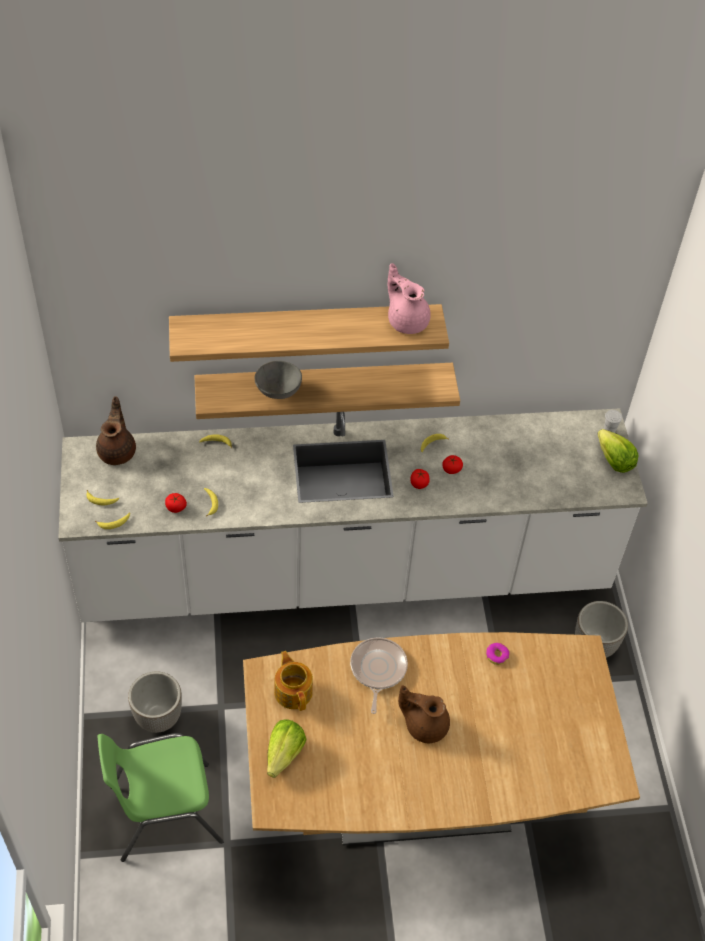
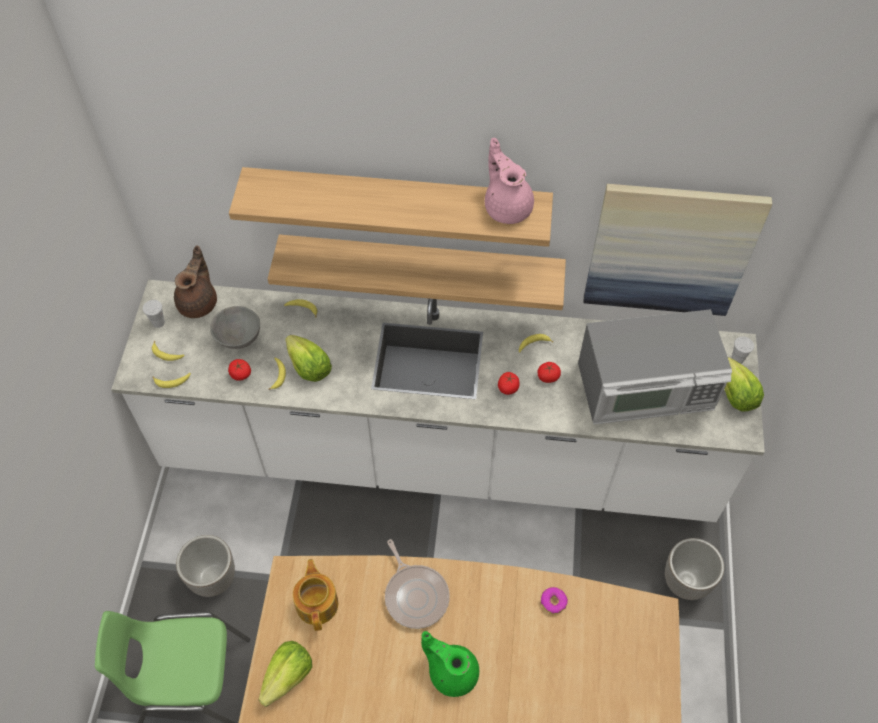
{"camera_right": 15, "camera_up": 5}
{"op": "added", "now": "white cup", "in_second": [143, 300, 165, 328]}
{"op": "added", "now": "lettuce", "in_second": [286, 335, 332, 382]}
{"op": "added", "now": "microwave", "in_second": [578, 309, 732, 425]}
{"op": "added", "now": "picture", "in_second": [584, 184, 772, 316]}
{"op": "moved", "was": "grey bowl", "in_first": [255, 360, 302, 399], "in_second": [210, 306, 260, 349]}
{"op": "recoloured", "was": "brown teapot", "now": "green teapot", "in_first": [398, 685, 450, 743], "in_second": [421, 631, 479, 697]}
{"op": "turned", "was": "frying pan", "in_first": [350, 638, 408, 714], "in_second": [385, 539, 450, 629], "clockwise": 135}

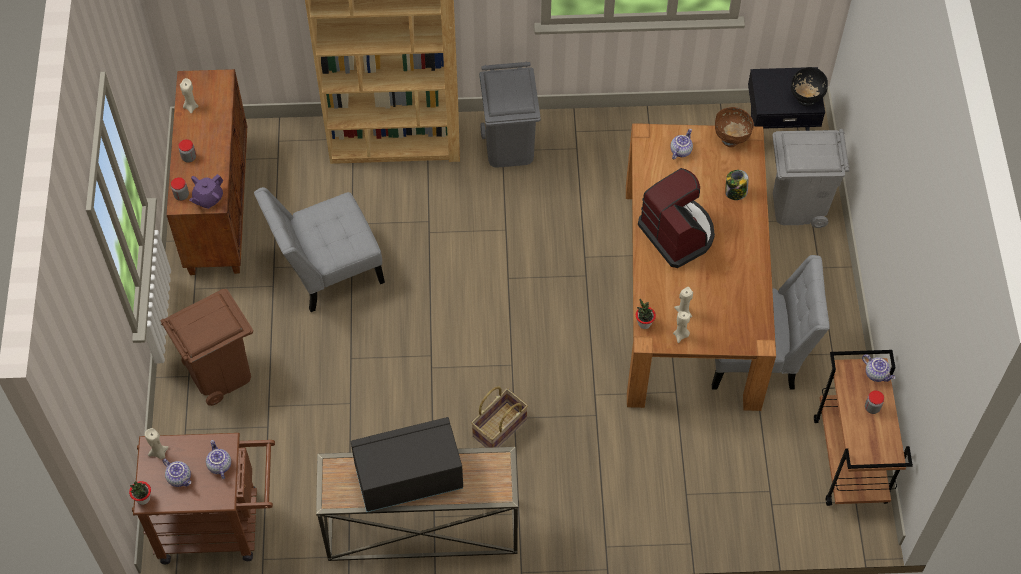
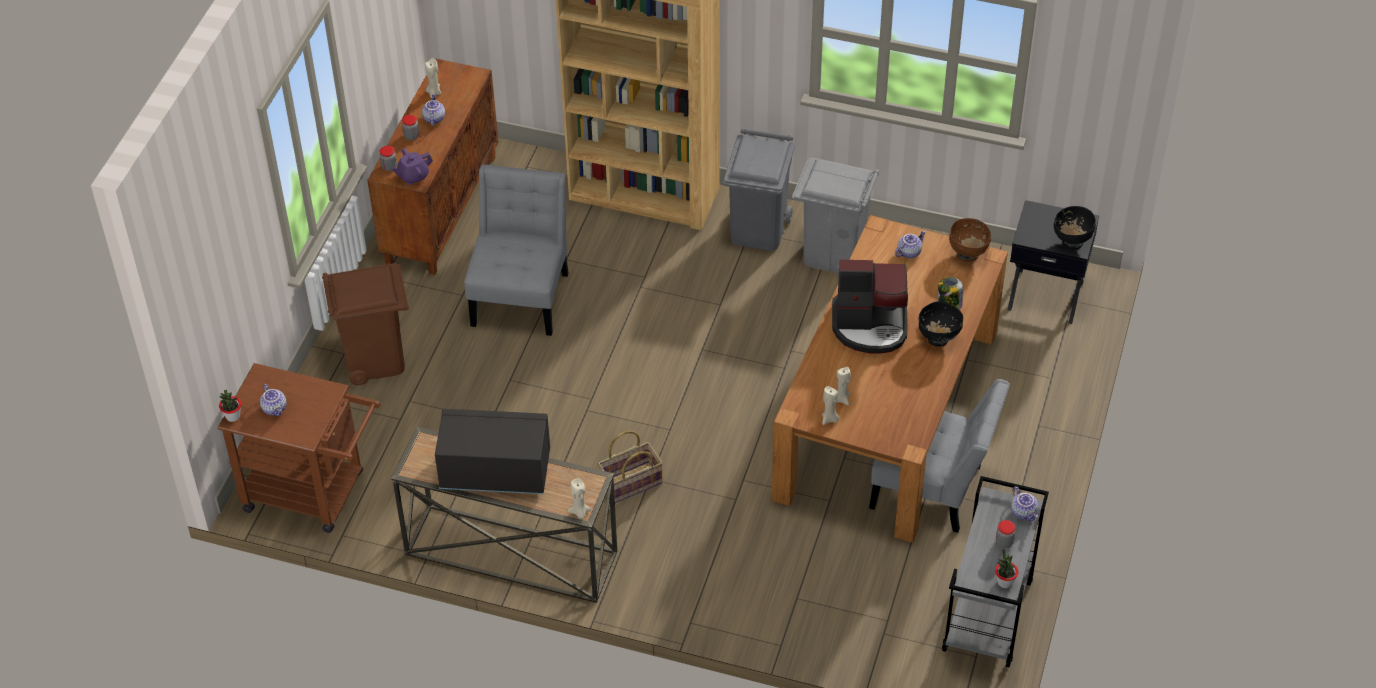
{"camera_right": 20, "camera_up": -10}
{"op": "added", "now": "black bowl", "in_second": [919, 301, 963, 347]}
{"op": "moved", "was": "beige candle", "in_first": [145, 428, 169, 459], "in_second": [568, 479, 591, 518]}
{"op": "moved", "was": "teapot", "in_first": [206, 440, 231, 479], "in_second": [422, 93, 445, 126]}
{"op": "moved", "was": "potted plant", "in_first": [636, 299, 656, 329], "in_second": [995, 549, 1018, 588]}
{"op": "moved", "was": "grey trash can", "in_first": [772, 129, 850, 228], "in_second": [792, 157, 879, 276]}
{"op": "recoloured", "was": "brown cart", "now": "grey cart", "in_first": [814, 350, 913, 506], "in_second": [942, 476, 1049, 667]}
{"op": "turned", "was": "grey chair", "in_first": [254, 187, 385, 312], "in_second": [464, 165, 568, 336], "clockwise": 105}
{"op": "turned", "was": "coffee machine", "in_first": [638, 168, 715, 268], "in_second": [832, 260, 908, 354], "clockwise": 105}

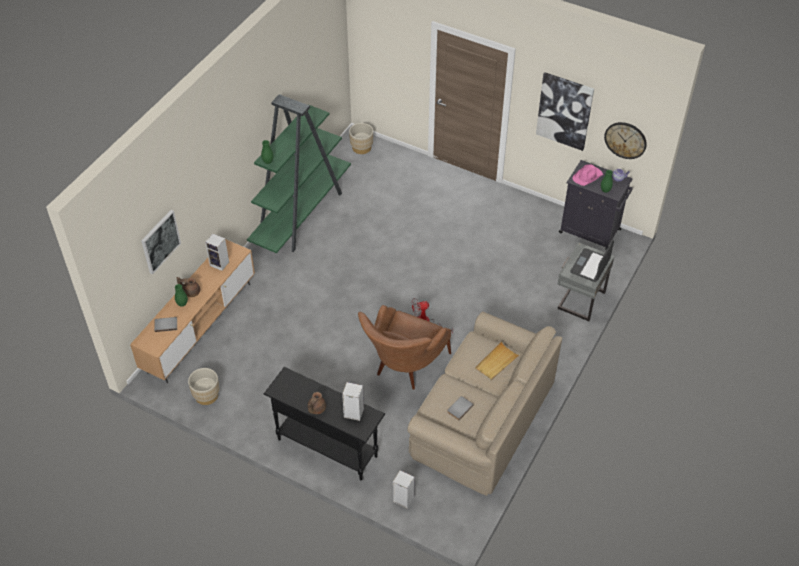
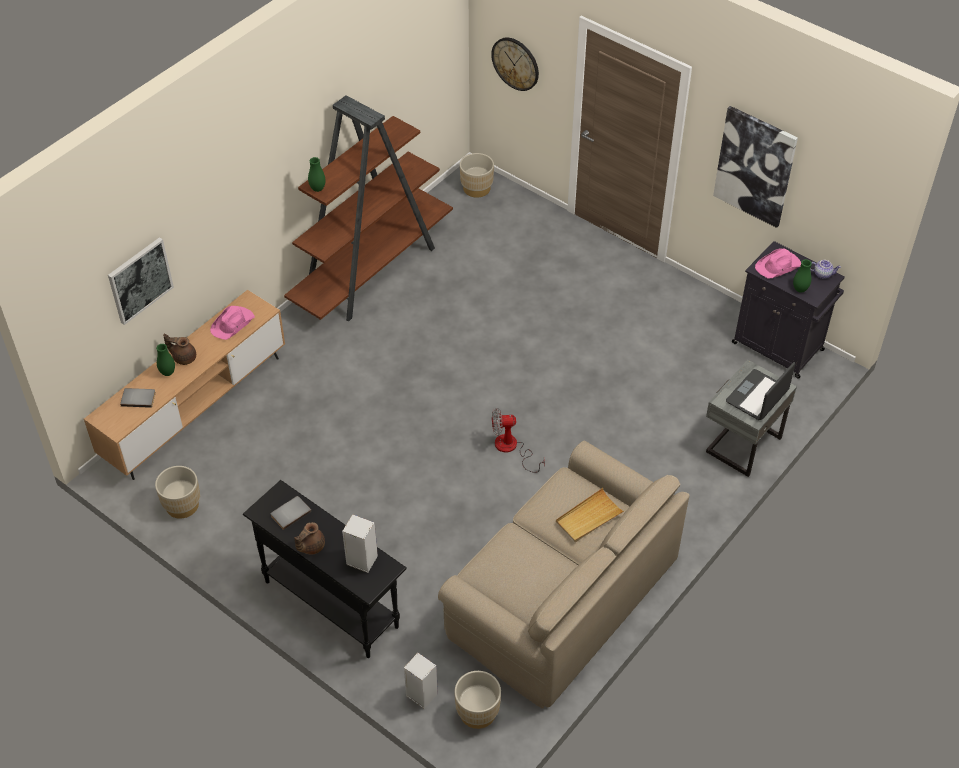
{"camera_right": 10, "camera_up": 0}
{"op": "removed", "was": "brown armchair", "in_first": [358, 305, 451, 390]}
{"op": "added", "now": "beige planter", "in_second": [455, 671, 501, 729]}
{"op": "moved", "was": "grey book", "in_first": [447, 396, 474, 420], "in_second": [271, 496, 312, 530]}
{"op": "moved", "was": "wall clock", "in_first": [604, 122, 647, 159], "in_second": [491, 38, 539, 91]}
{"op": "replaced", "was": "speaker", "now": "pink hat", "in_first": [205, 234, 229, 271], "in_second": [210, 306, 255, 340]}
{"op": "recoloured", "was": "green bookcase", "now": "brown bookcase", "in_first": [247, 94, 351, 253], "in_second": [284, 95, 453, 322]}

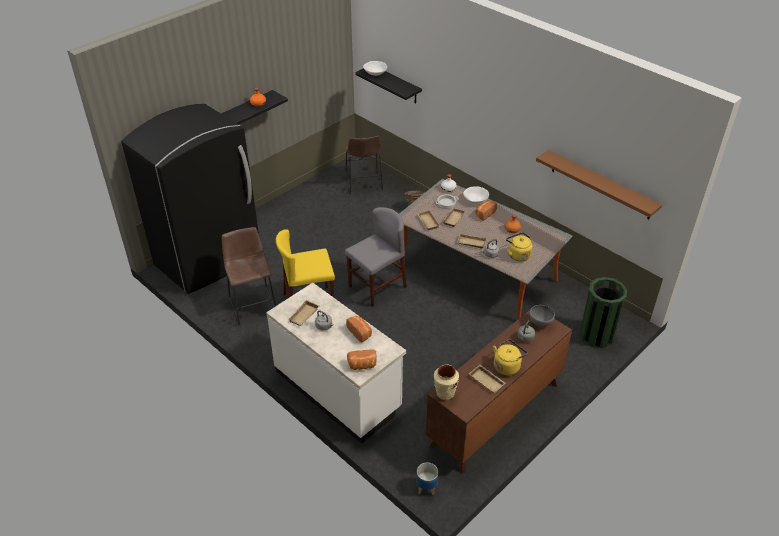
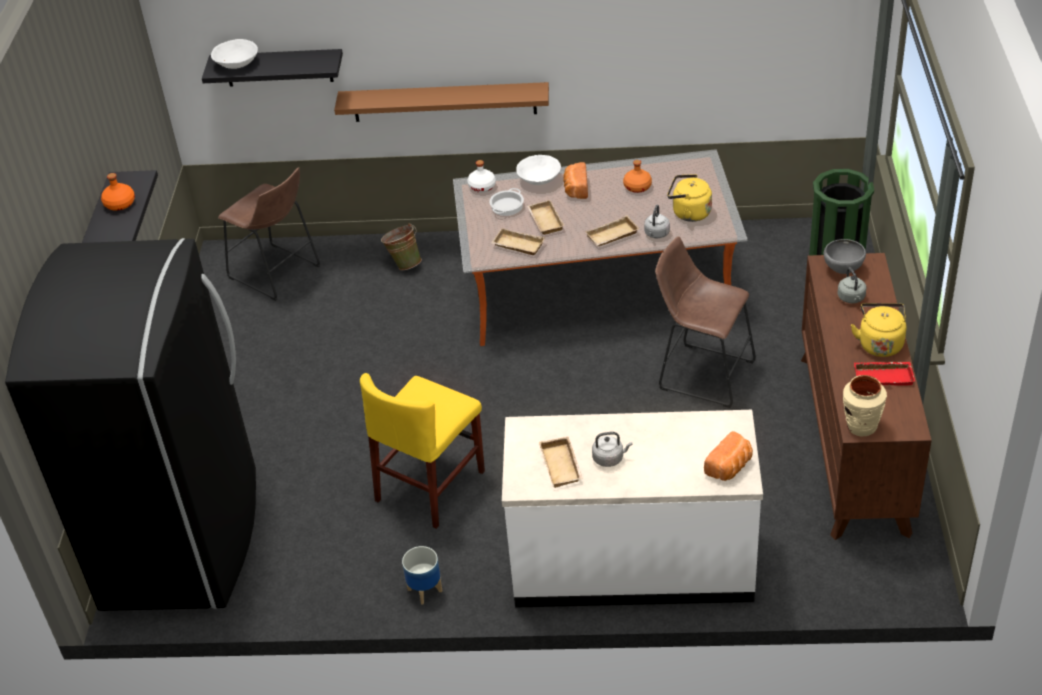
{"camera_right": -40, "camera_up": 0}
{"op": "removed", "was": "grey chair", "in_first": [345, 207, 407, 307]}
{"op": "removed", "was": "bread", "in_first": [346, 316, 372, 342]}
{"op": "moved", "was": "brown stool", "in_first": [222, 227, 276, 325], "in_second": [655, 236, 756, 408]}
{"op": "moved", "was": "planter", "in_first": [416, 462, 438, 495], "in_second": [402, 546, 442, 605]}
{"op": "moved", "was": "brown shelf", "in_first": [536, 150, 662, 220], "in_second": [334, 82, 549, 122]}
{"op": "recoloured", "was": "beige tray", "now": "red tray", "in_first": [469, 365, 506, 394], "in_second": [854, 362, 915, 386]}

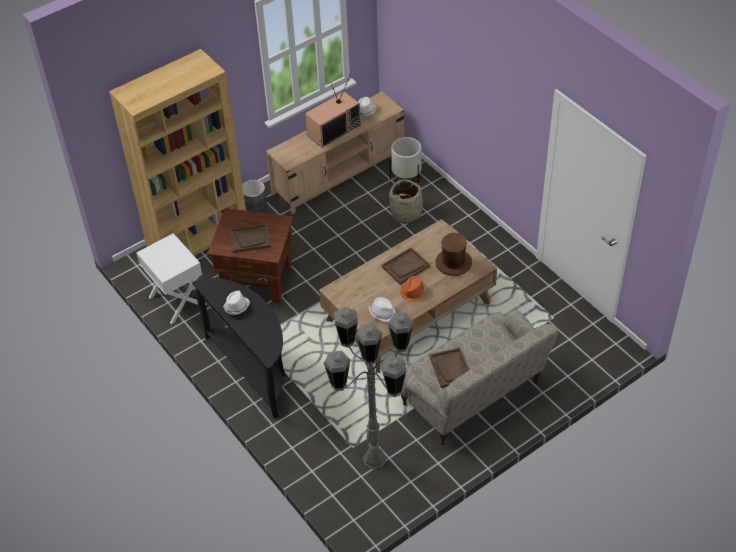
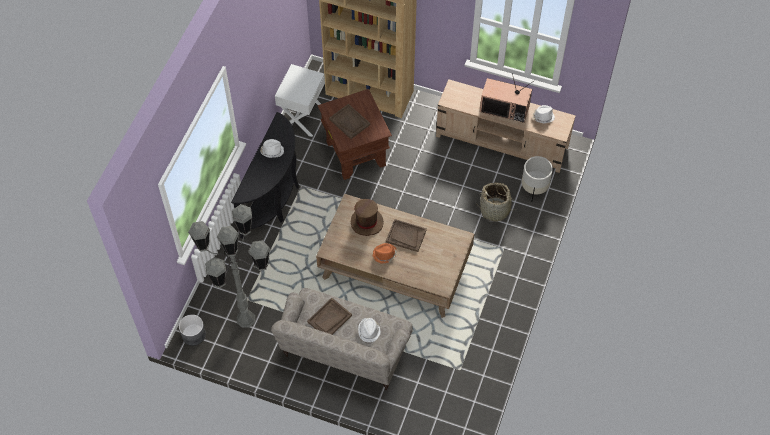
{"camera_right": 55, "camera_up": 10}
{"op": "moved", "was": "grey planter", "in_first": [242, 180, 267, 212], "in_second": [179, 314, 206, 346]}
{"op": "moved", "was": "white hat", "in_first": [369, 297, 396, 322], "in_second": [358, 318, 380, 342]}
{"op": "moved", "was": "brown hat", "in_first": [435, 233, 472, 276], "in_second": [351, 199, 384, 236]}

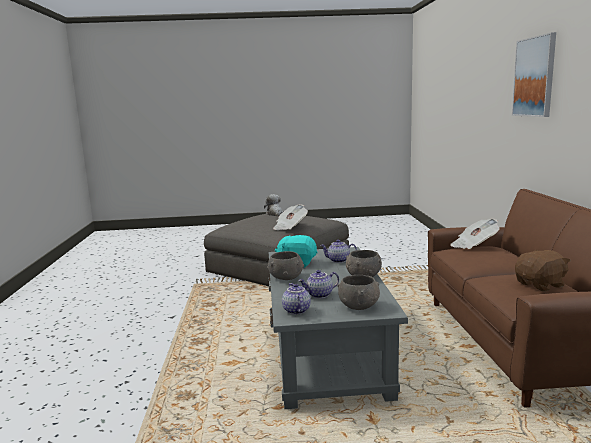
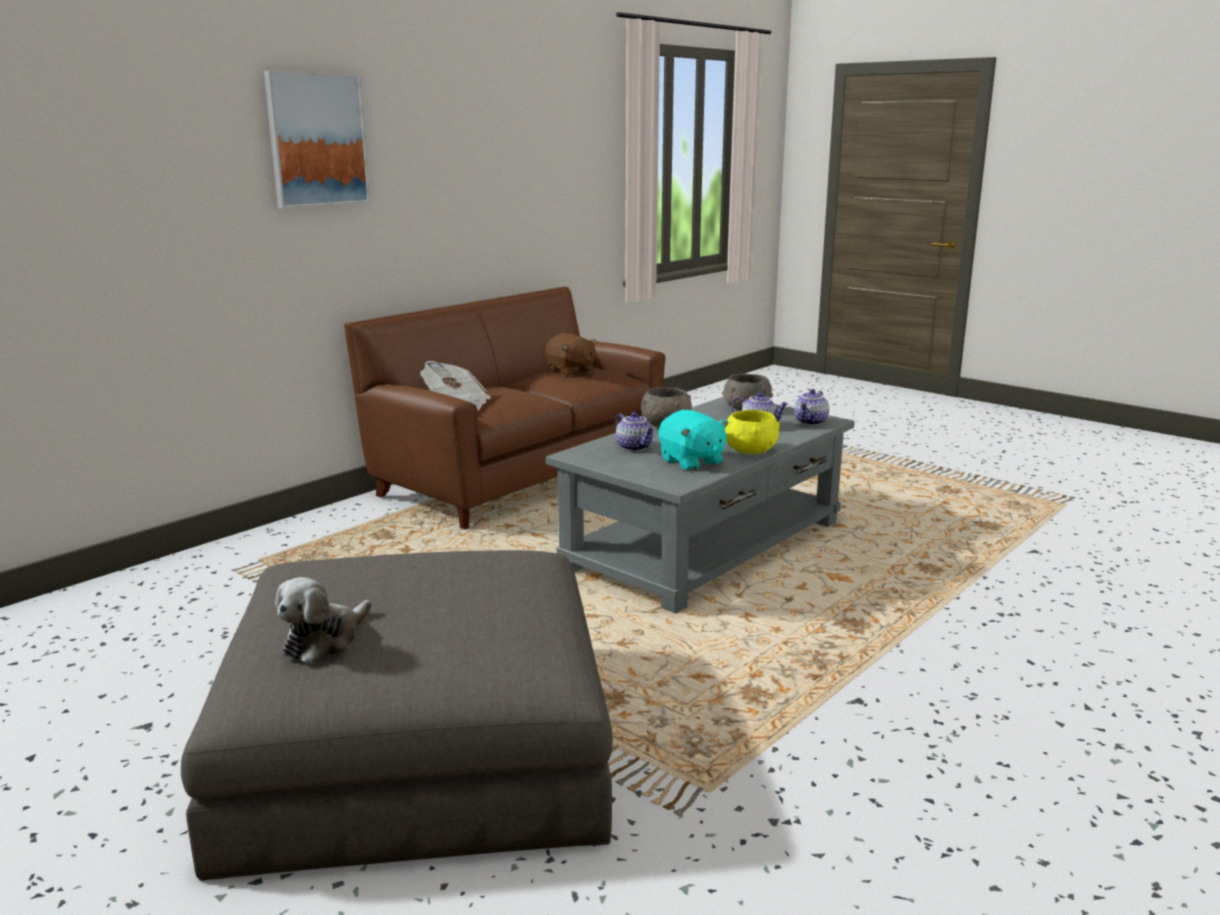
{"camera_right": -135, "camera_up": 5}
{"op": "removed", "was": "newspaper", "in_first": [273, 204, 308, 230]}
{"op": "recoloured", "was": "grey bowl", "now": "yellow bowl", "in_first": [267, 251, 304, 280], "in_second": [725, 410, 780, 454]}
{"op": "turned", "was": "brown plush toy", "in_first": [515, 249, 571, 292], "in_second": [545, 333, 597, 377], "clockwise": -150}

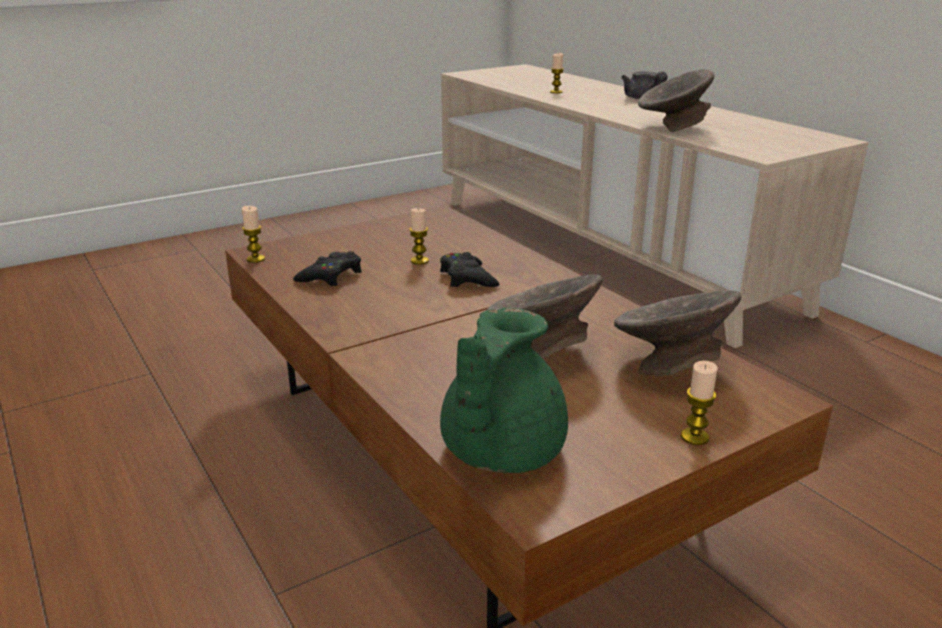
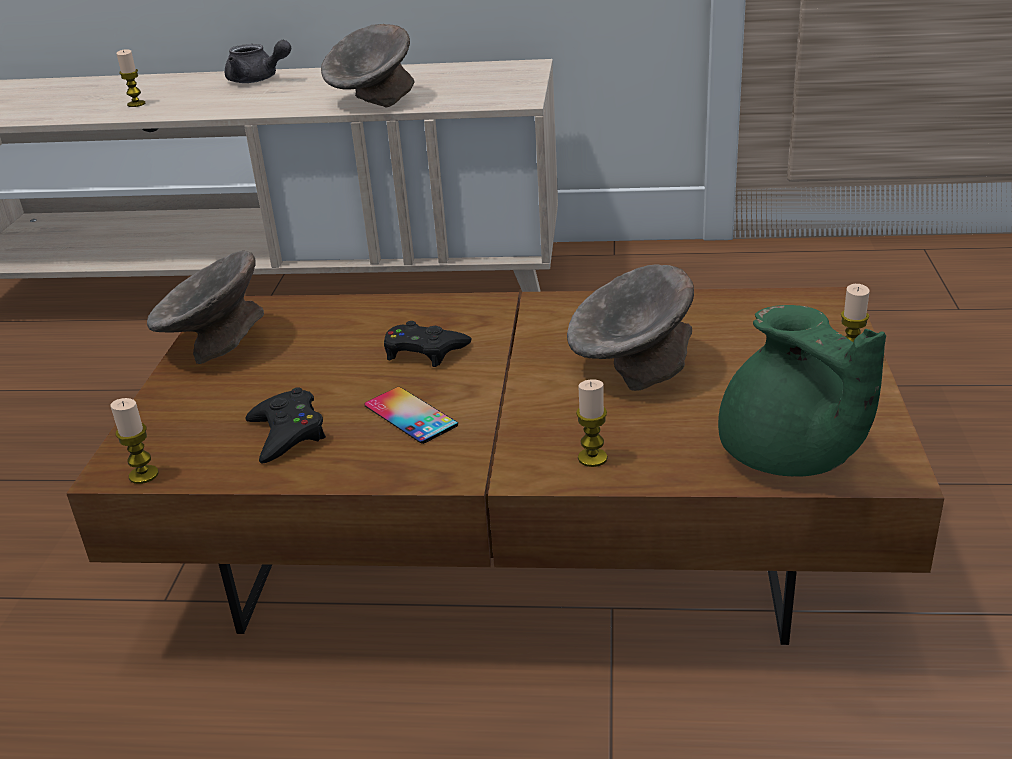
{"camera_right": -50, "camera_up": 5}
{"op": "added", "now": "phone", "in_second": [364, 387, 458, 444]}
{"op": "moved", "was": "candle", "in_first": [409, 208, 429, 265], "in_second": [576, 380, 608, 467]}
{"op": "moved", "was": "grey bowl", "in_first": [614, 290, 741, 376], "in_second": [147, 251, 264, 364]}

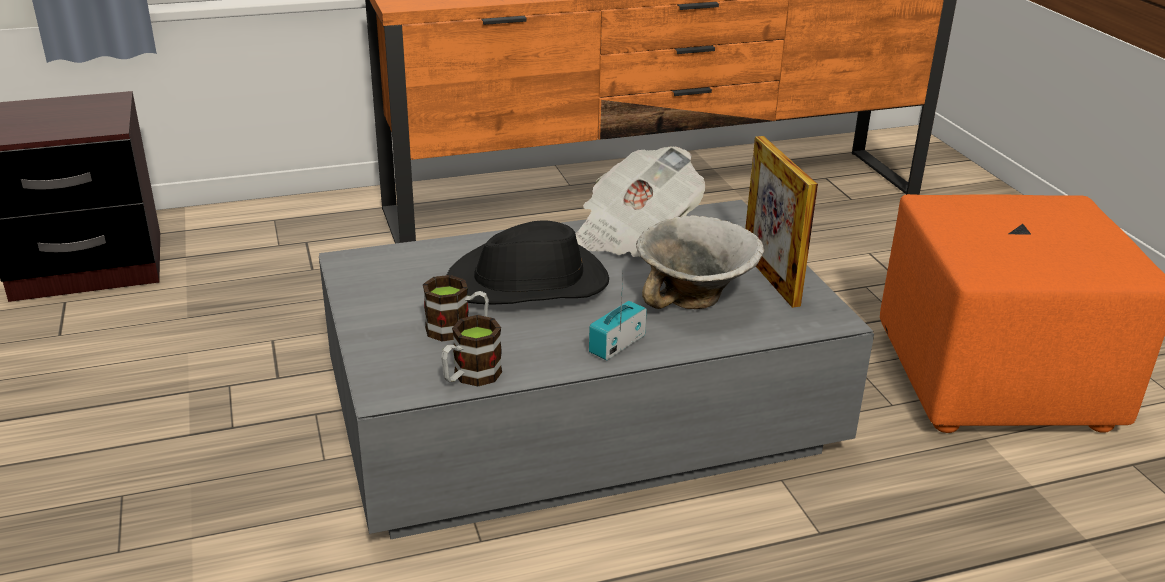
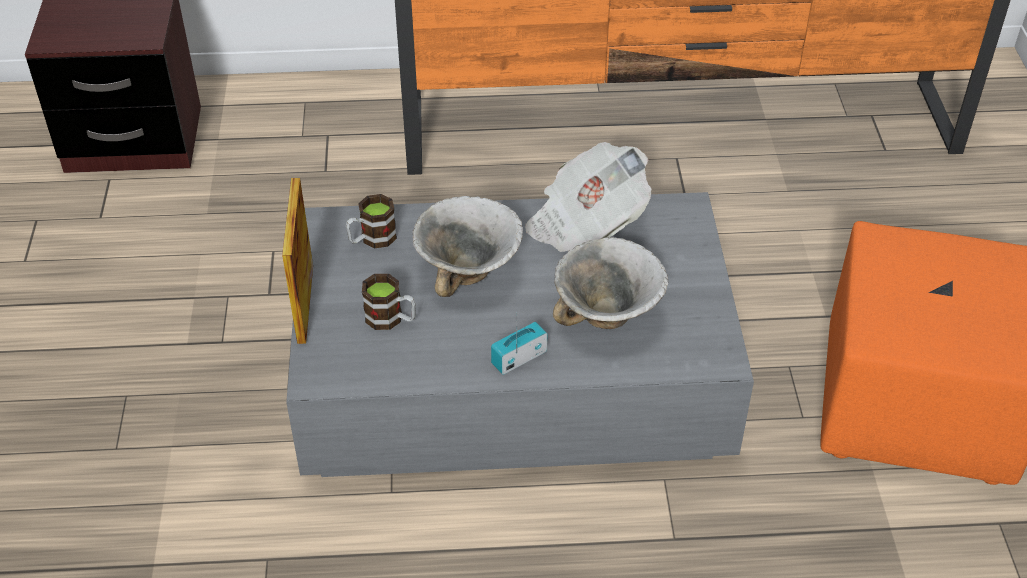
{"camera_right": 15, "camera_up": 15}
{"op": "moved", "was": "mug", "in_first": [441, 315, 502, 386], "in_second": [346, 194, 397, 248]}
{"op": "moved", "was": "picture frame", "in_first": [745, 136, 818, 308], "in_second": [282, 178, 313, 344]}
{"op": "replaced", "was": "black hat", "now": "bowl", "in_first": [447, 220, 609, 304], "in_second": [412, 196, 523, 297]}

